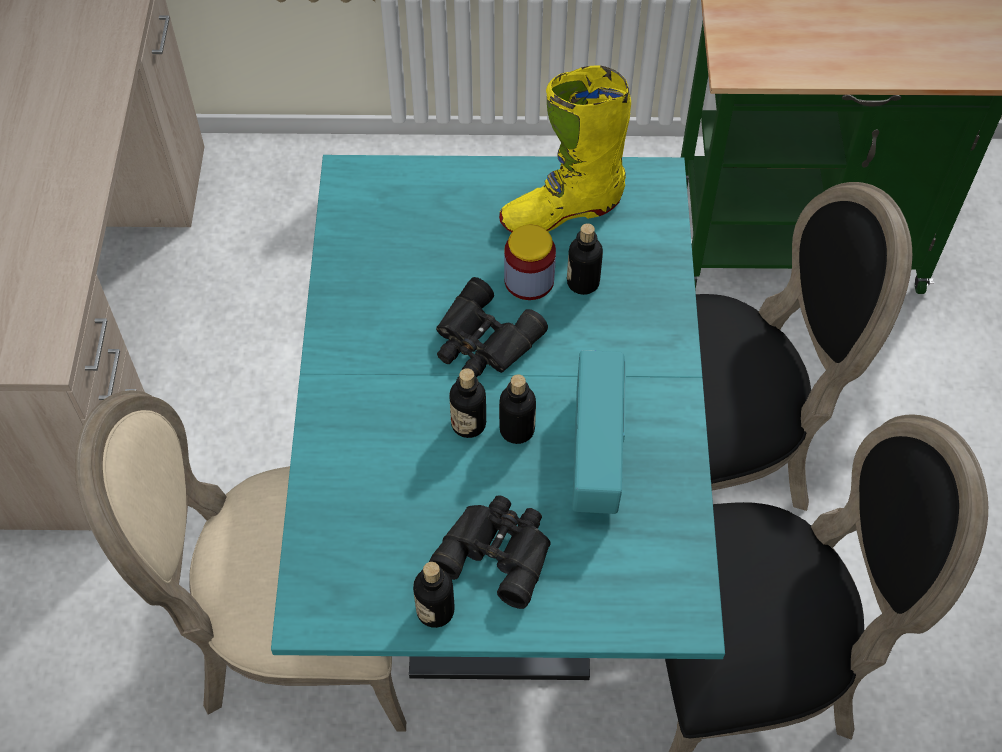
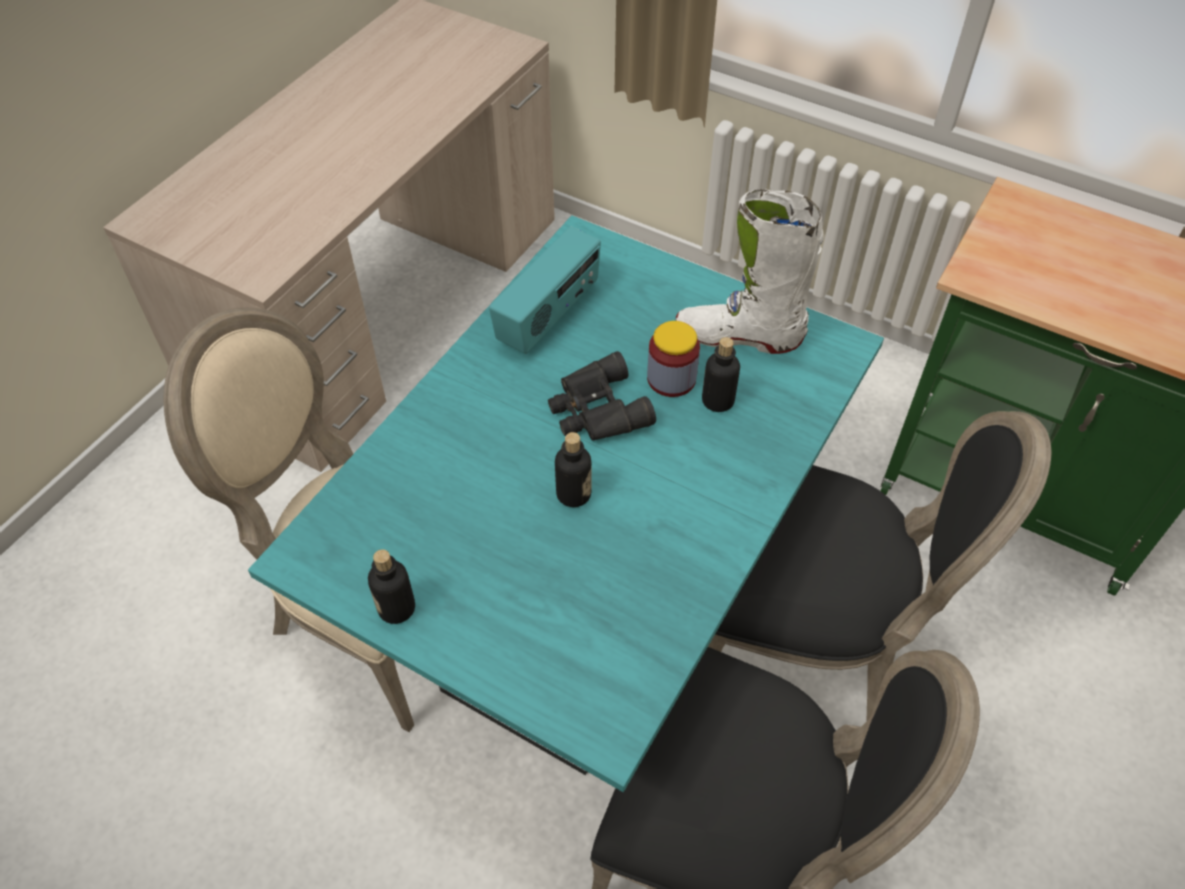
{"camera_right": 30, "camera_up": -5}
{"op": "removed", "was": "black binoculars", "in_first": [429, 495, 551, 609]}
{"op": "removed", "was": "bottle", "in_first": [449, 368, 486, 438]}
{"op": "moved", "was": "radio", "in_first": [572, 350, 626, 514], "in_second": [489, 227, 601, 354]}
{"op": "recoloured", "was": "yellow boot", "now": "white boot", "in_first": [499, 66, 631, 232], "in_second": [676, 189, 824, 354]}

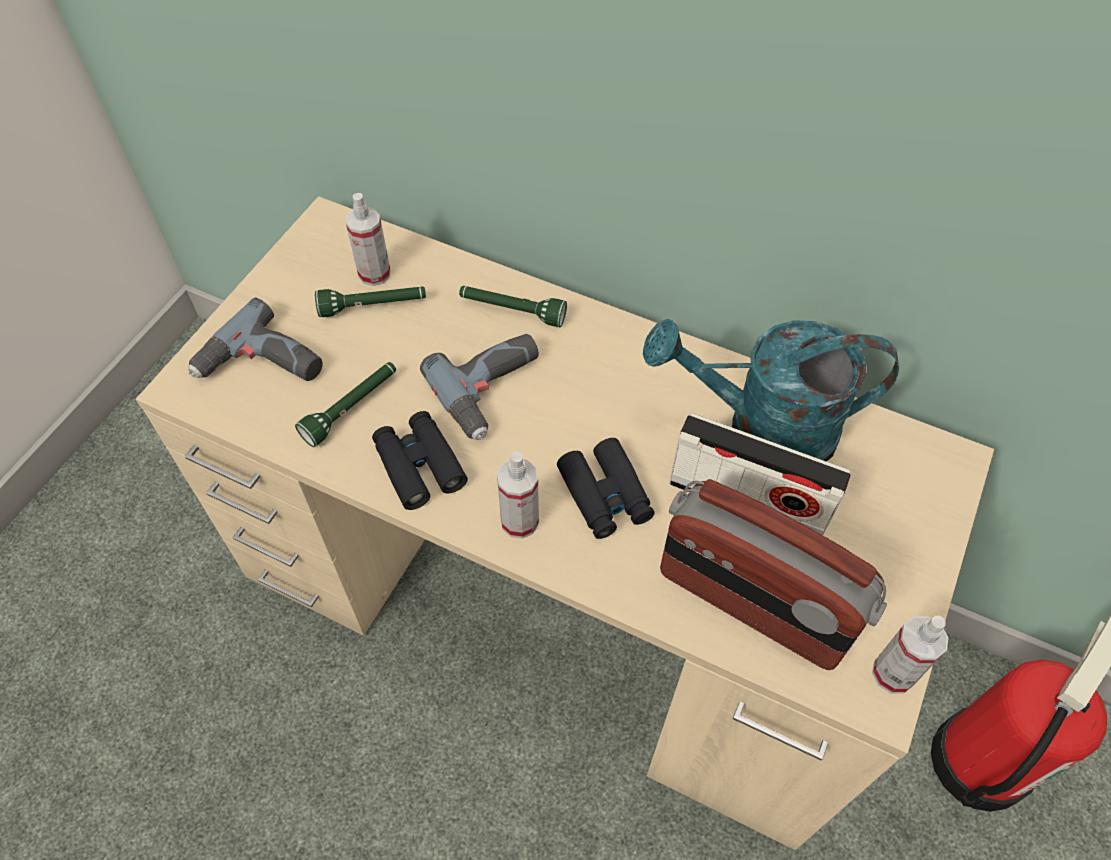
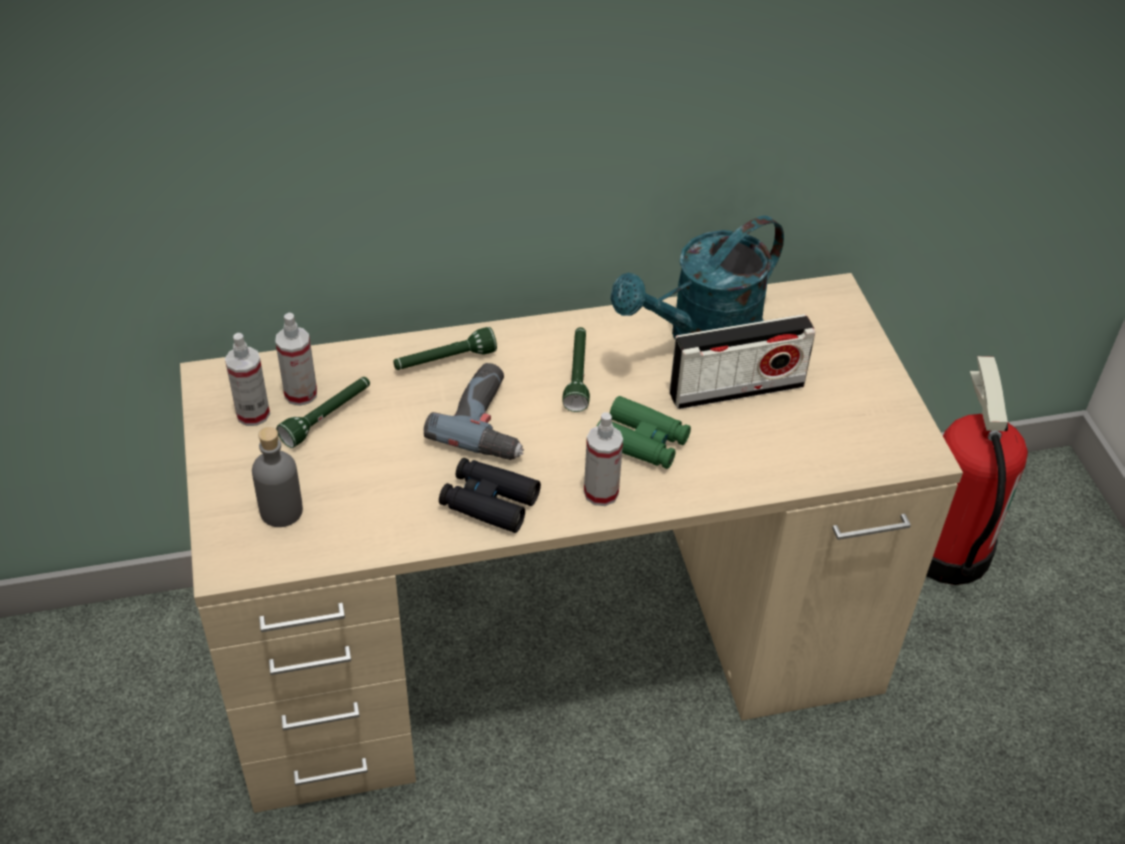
{"camera_right": -40, "camera_up": -10}
{"op": "removed", "was": "radio", "in_first": [660, 479, 887, 670]}
{"op": "moved", "was": "green flashlight", "in_first": [295, 362, 396, 447], "in_second": [562, 327, 590, 412]}
{"op": "moved", "was": "spray bottle", "in_first": [872, 616, 948, 694], "in_second": [225, 333, 270, 426]}
{"op": "replaced", "was": "power drill", "now": "grey bottle", "in_first": [188, 298, 323, 381], "in_second": [252, 427, 303, 527]}
{"op": "recoloured", "was": "black binoculars", "now": "green binoculars", "in_first": [557, 438, 655, 539], "in_second": [596, 396, 691, 469]}

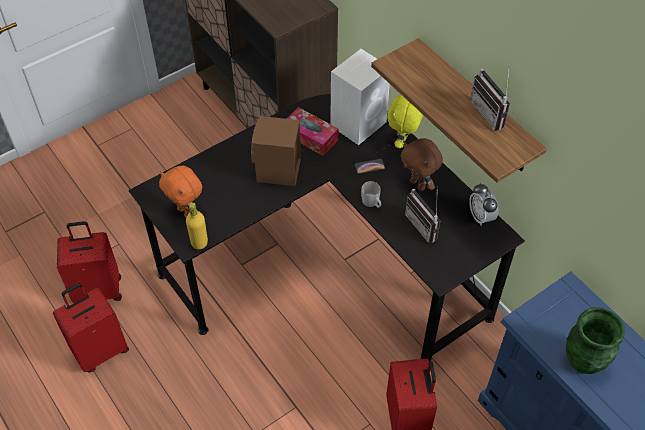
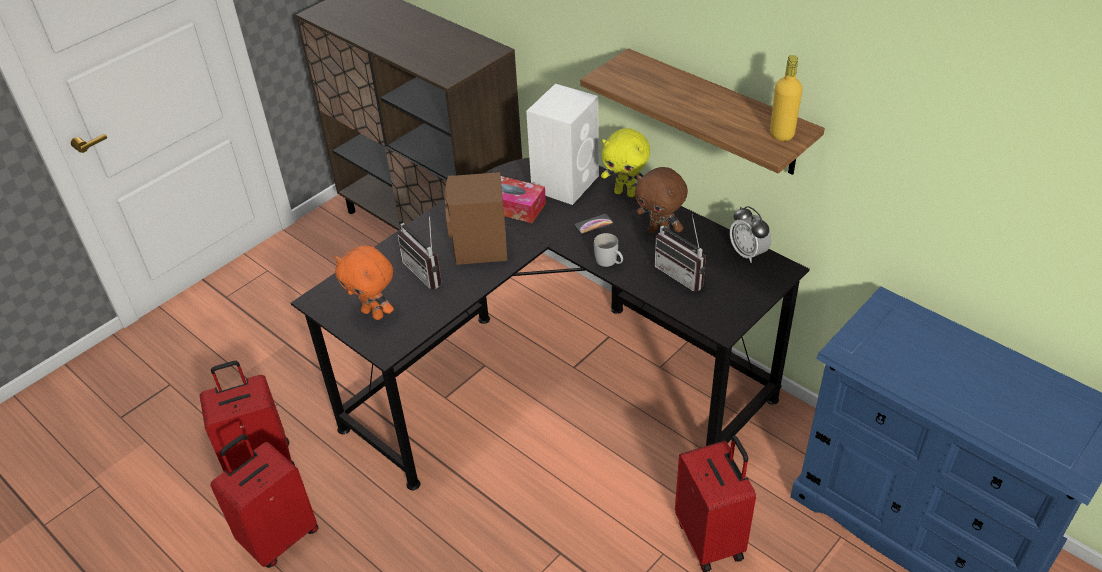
{"camera_right": -10, "camera_up": -10}
{"op": "removed", "was": "green vase", "in_first": [566, 307, 625, 374]}
{"op": "moved", "was": "yellow bottle", "in_first": [186, 202, 208, 249], "in_second": [770, 55, 802, 141]}
{"op": "moved", "was": "radio", "in_first": [470, 68, 510, 131], "in_second": [397, 213, 442, 290]}
{"op": "turned", "was": "yellow plush toy", "in_first": [387, 95, 423, 148], "in_second": [601, 128, 650, 197], "clockwise": -75}

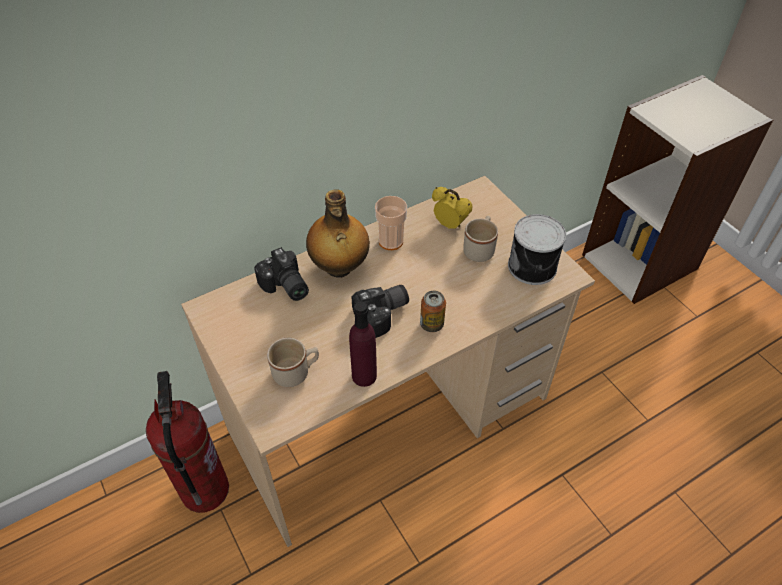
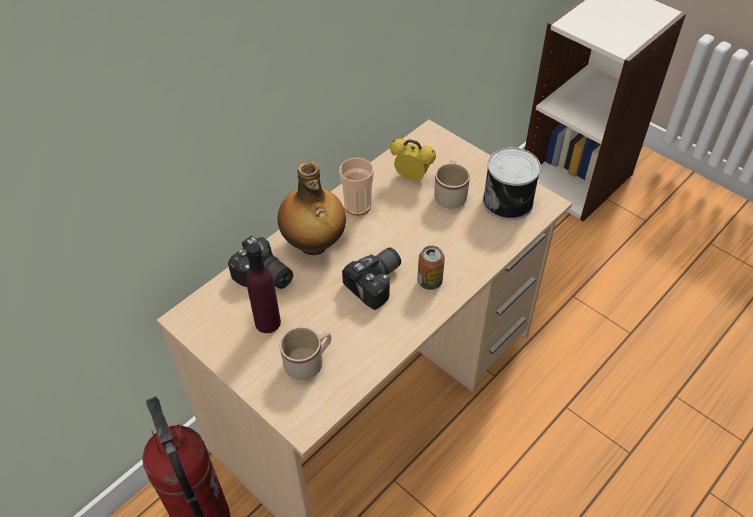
{"camera_right": -15, "camera_up": 0}
{"op": "moved", "was": "purple bottle", "in_first": [349, 301, 377, 387], "in_second": [246, 243, 281, 333]}

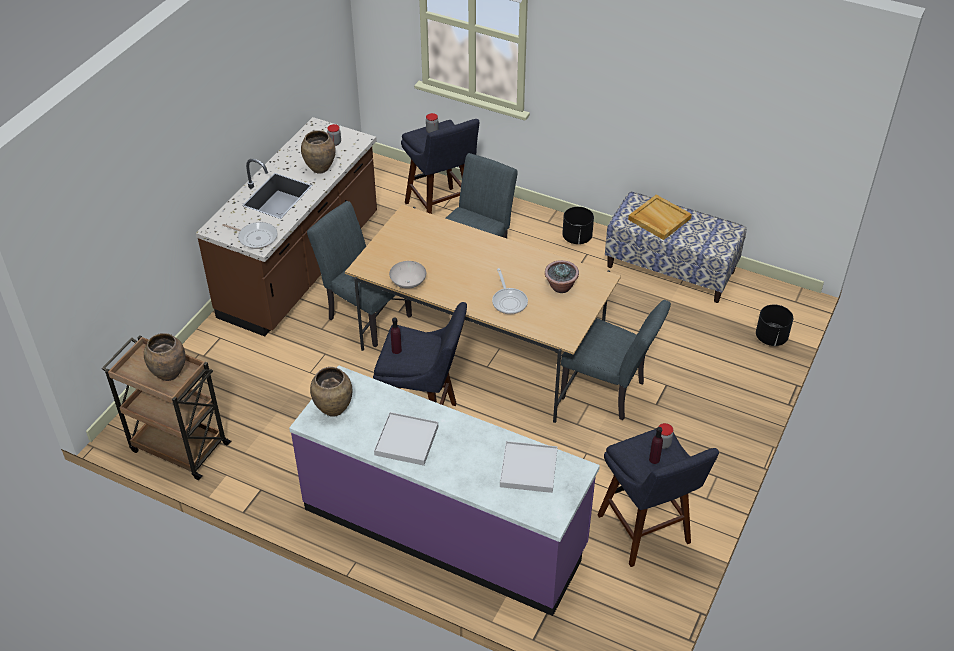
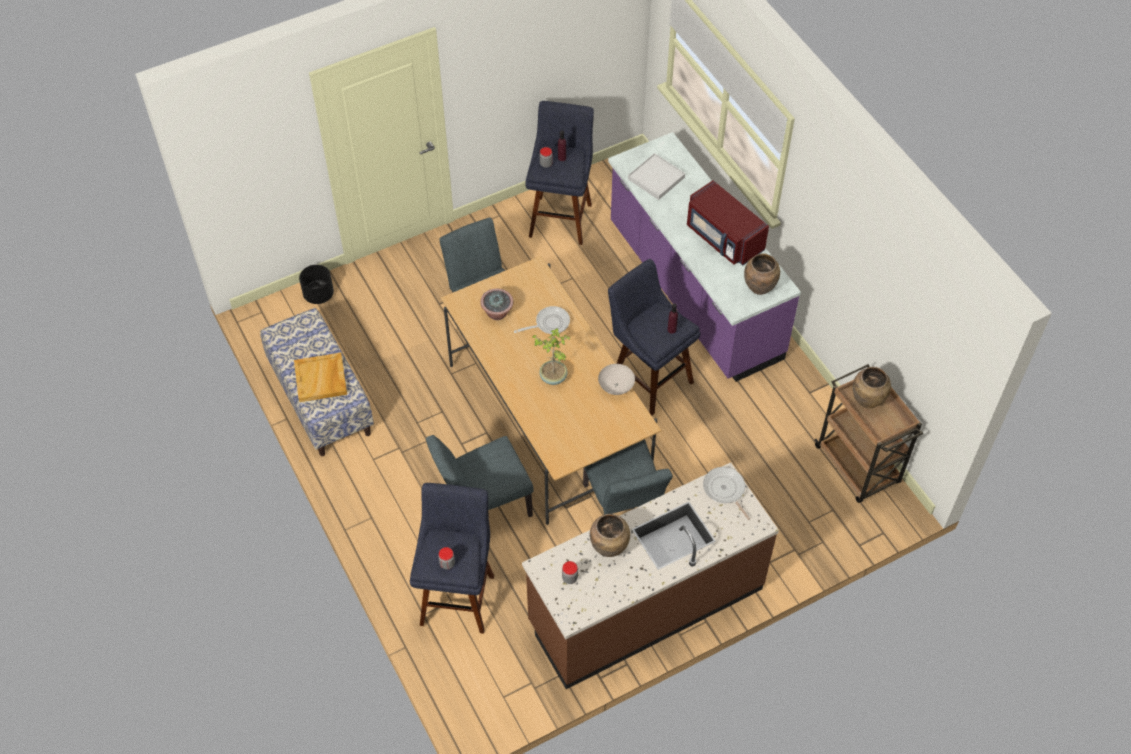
{"camera_right": -145, "camera_up": 10}
{"op": "removed", "was": "black planter", "in_first": [562, 207, 594, 244]}
{"op": "added", "now": "potted plant", "in_second": [532, 328, 571, 385]}
{"op": "replaced", "was": "white tray", "now": "red microwave", "in_first": [374, 412, 438, 466], "in_second": [687, 180, 769, 265]}
{"op": "turned", "was": "frying pan", "in_first": [492, 268, 528, 314], "in_second": [514, 306, 570, 334], "clockwise": 45}

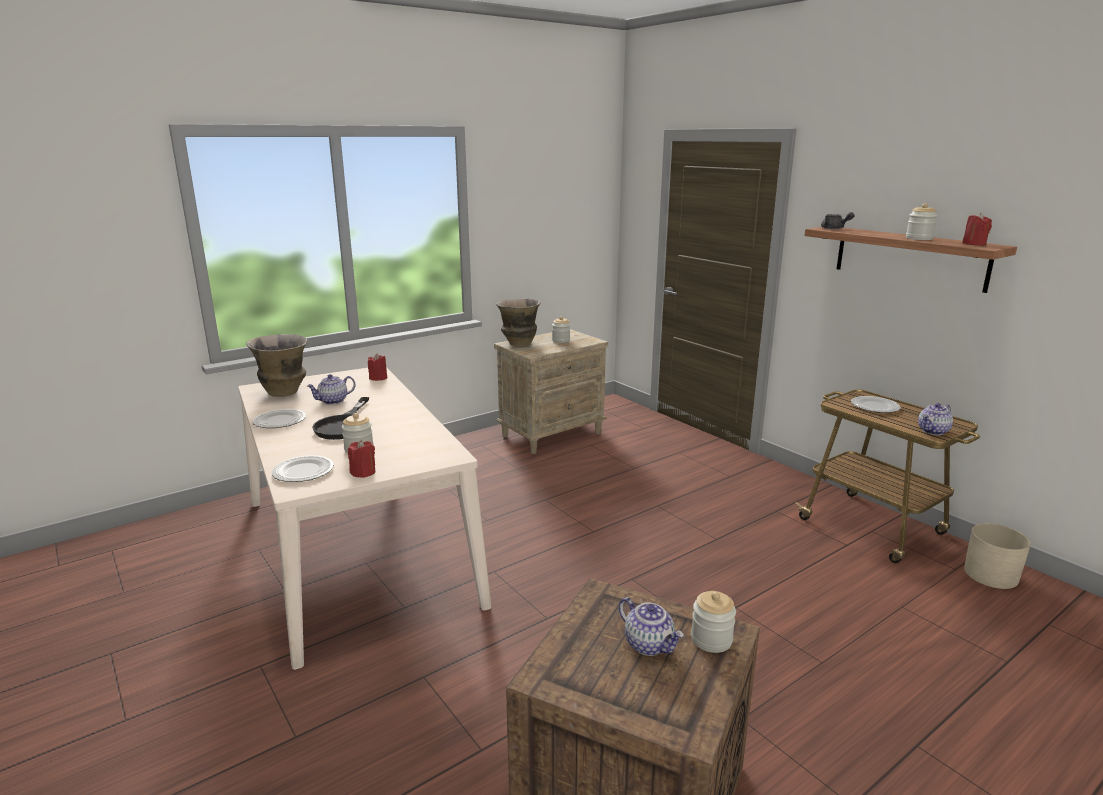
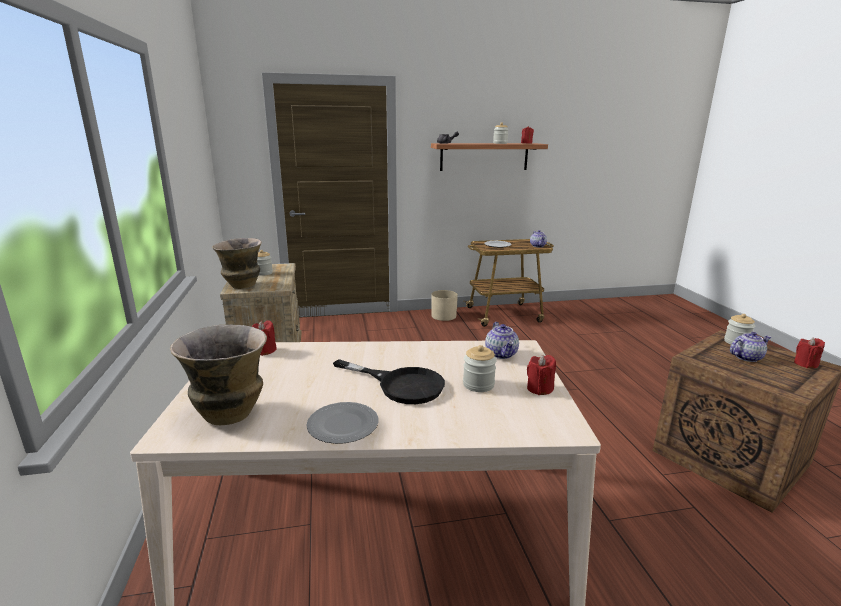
{"camera_right": -65, "camera_up": 0}
{"op": "removed", "was": "plate", "in_first": [272, 455, 334, 482]}
{"op": "added", "now": "red candle", "in_second": [794, 337, 825, 368]}
{"op": "moved", "was": "teapot", "in_first": [307, 374, 355, 405], "in_second": [485, 322, 519, 359]}
{"op": "moved", "was": "beige planter", "in_first": [964, 523, 1031, 589], "in_second": [431, 290, 458, 321]}

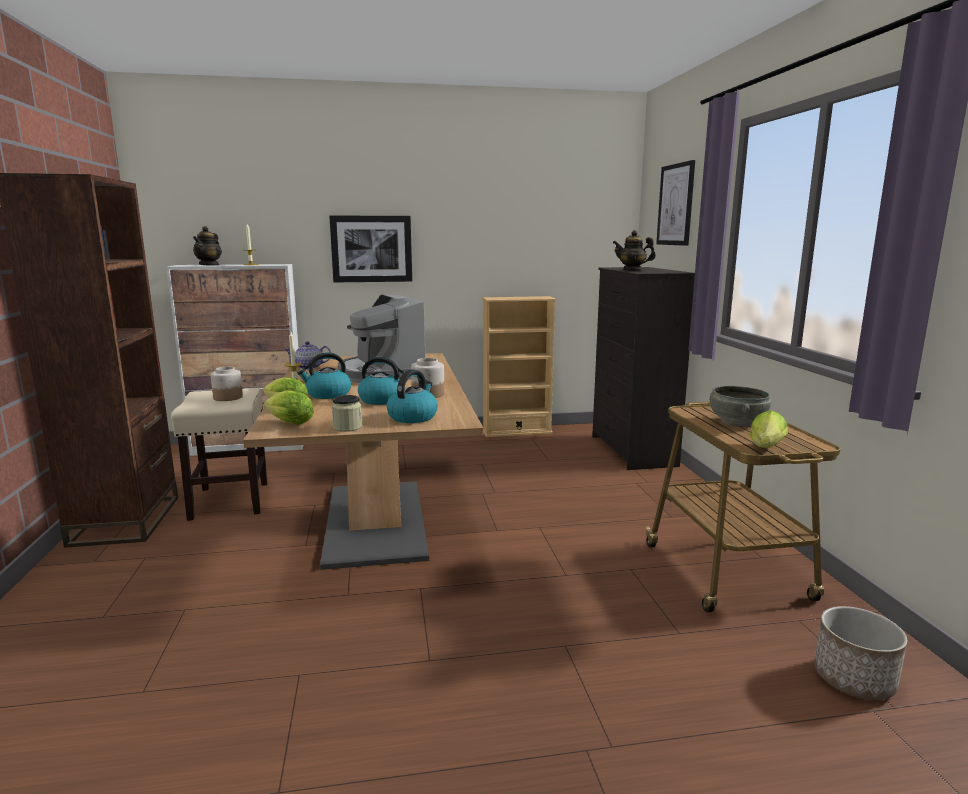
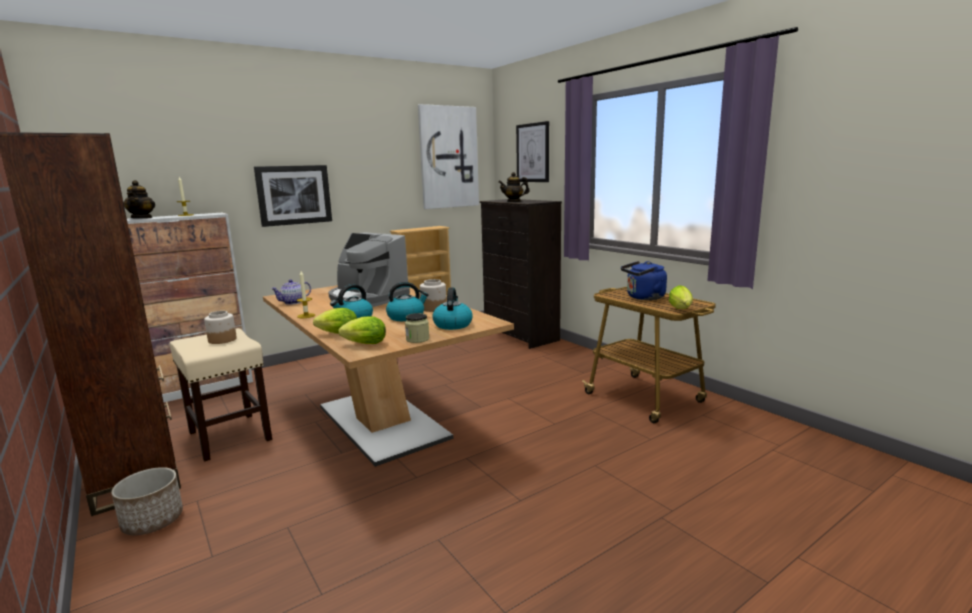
{"camera_right": -25, "camera_up": 0}
{"op": "added", "now": "picture", "in_second": [418, 104, 479, 209]}
{"op": "moved", "was": "planter", "in_first": [814, 606, 907, 700], "in_second": [111, 467, 183, 535]}
{"op": "replaced", "was": "grey bowl", "now": "blue kettle", "in_first": [710, 386, 771, 427], "in_second": [621, 261, 667, 300]}

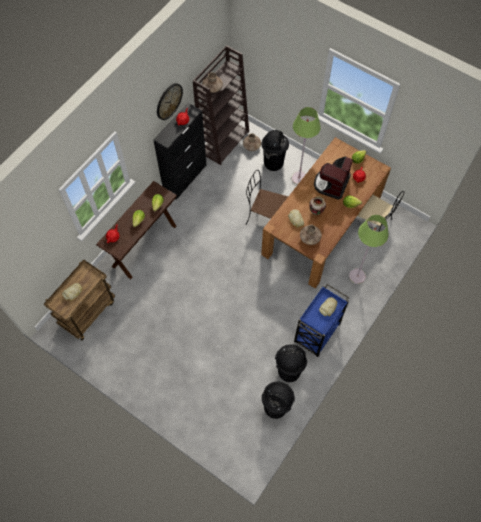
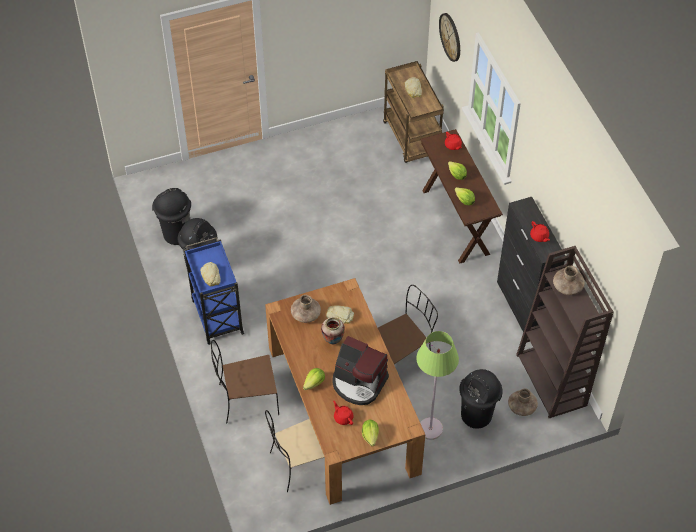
{"camera_right": 125, "camera_up": -10}
{"op": "moved", "was": "wall clock", "in_first": [157, 83, 183, 120], "in_second": [439, 13, 460, 62]}
{"op": "replaced", "was": "green floor lamp", "now": "brown chair", "in_first": [349, 215, 389, 284], "in_second": [211, 340, 279, 424]}
{"op": "turned", "was": "coffee machine", "in_first": [314, 156, 353, 200], "in_second": [332, 336, 389, 405], "clockwise": 150}

